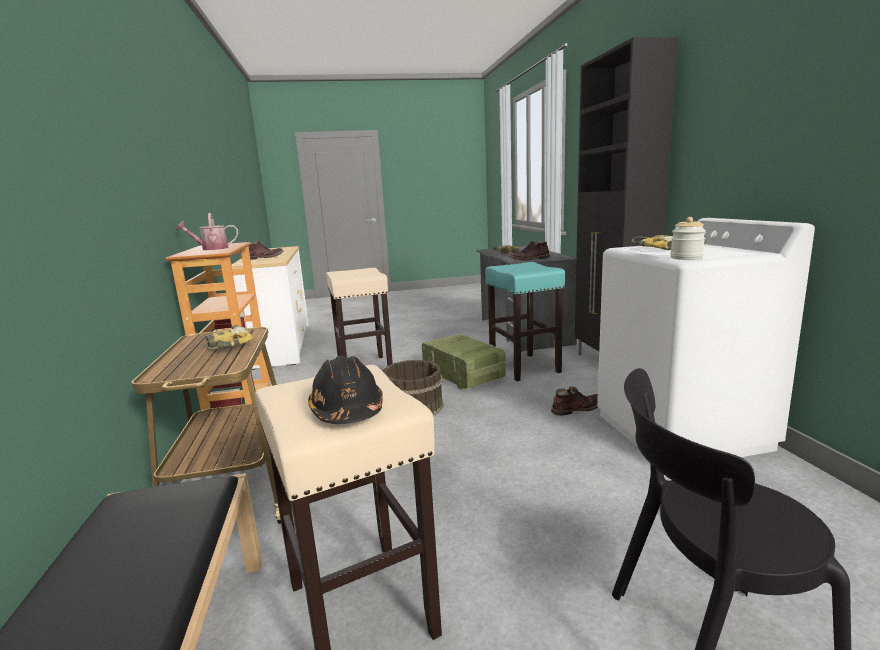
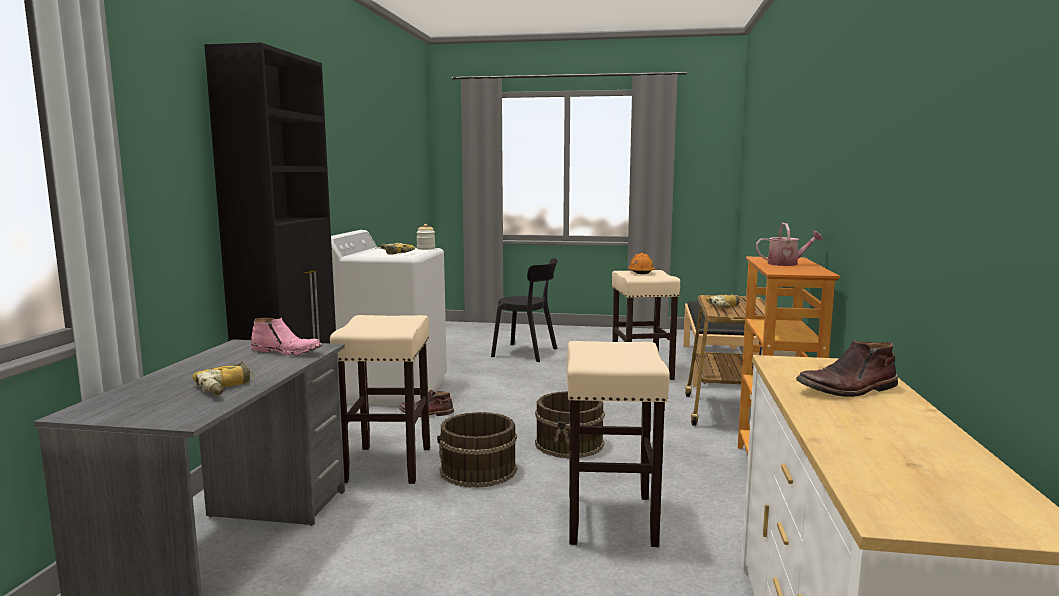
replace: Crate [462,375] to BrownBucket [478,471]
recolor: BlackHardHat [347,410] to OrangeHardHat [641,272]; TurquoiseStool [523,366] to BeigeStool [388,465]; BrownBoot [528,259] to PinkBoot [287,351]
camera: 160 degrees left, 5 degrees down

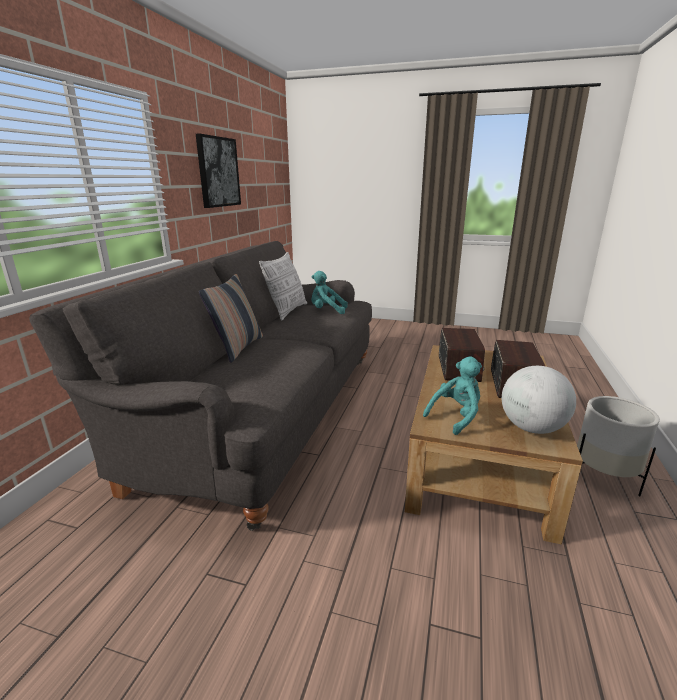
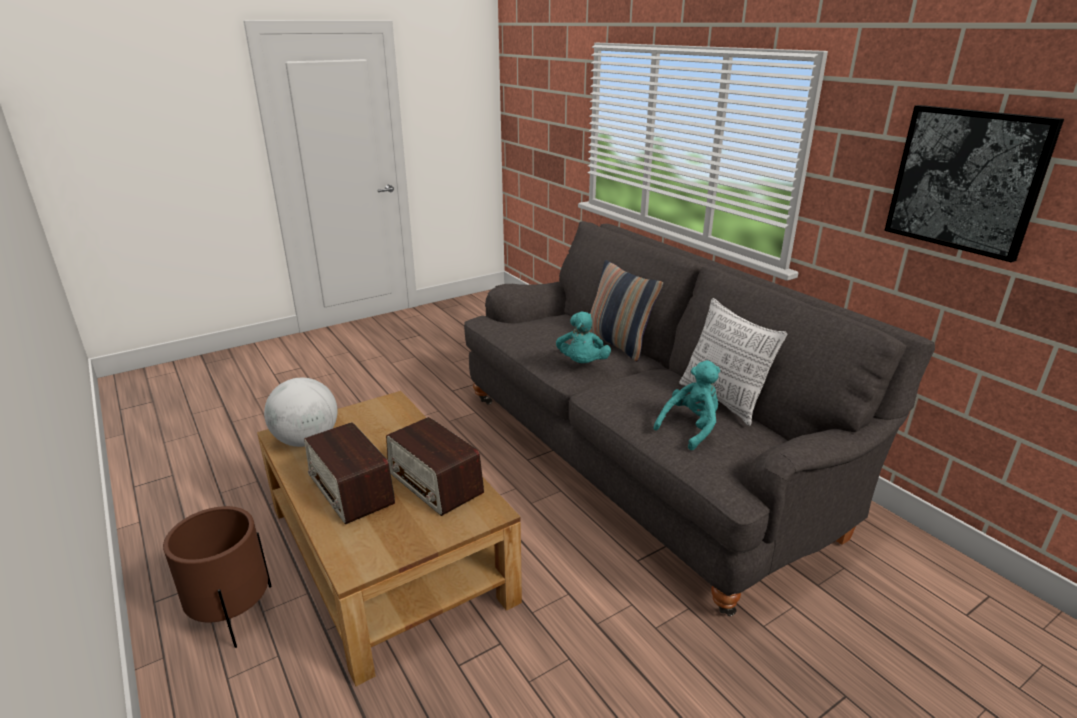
move: TurquoisePlushToy [456,416] to [582,364]
recolor: WhitePlanter [603,477] to BrownPlanter [233,614]
camera: 130 degrees right, 5 degrees up

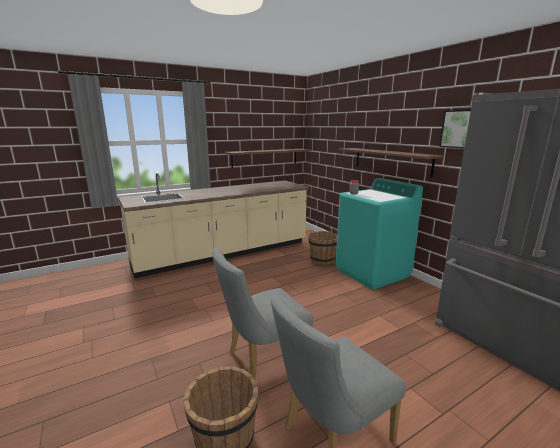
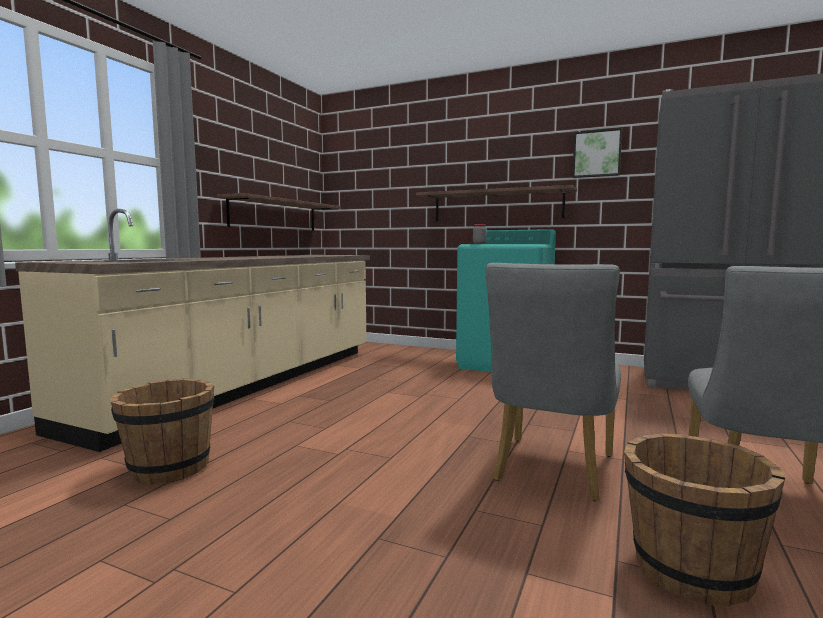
move: BrownBucket [322,260] to [169,468]
camera: 35 degrees left, 10 degrees down

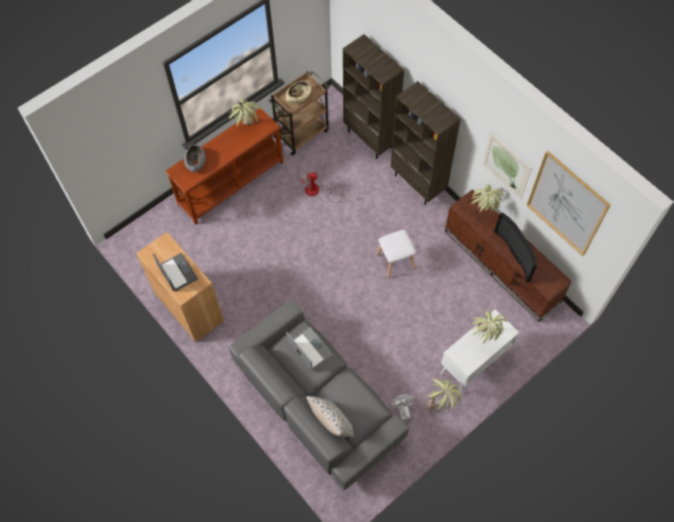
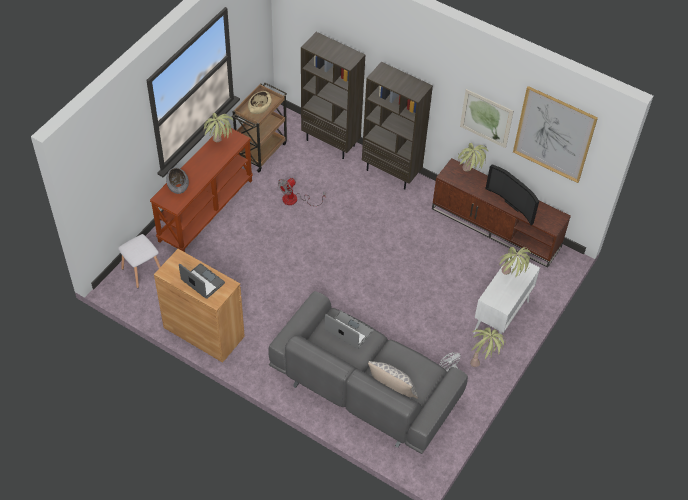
move: WhiteStool [396,262] to [143,271]
camera: 20 degrees left, 10 degrees down

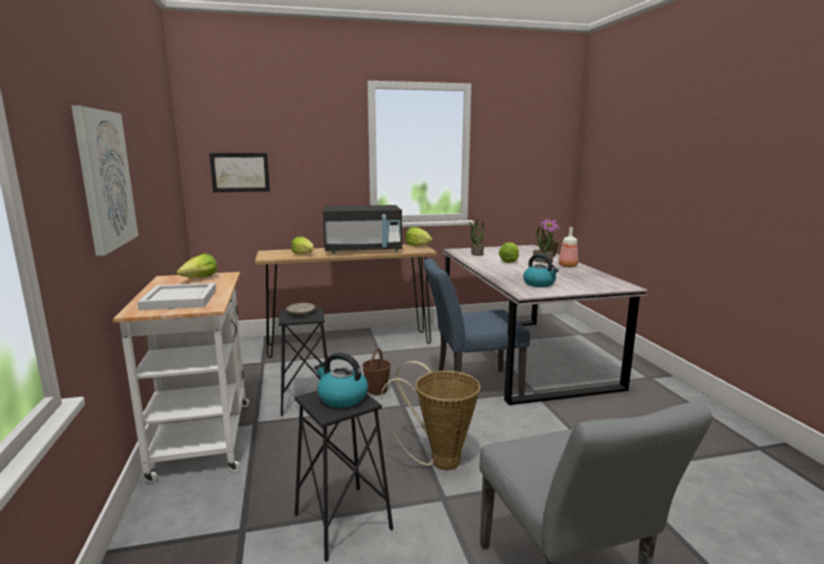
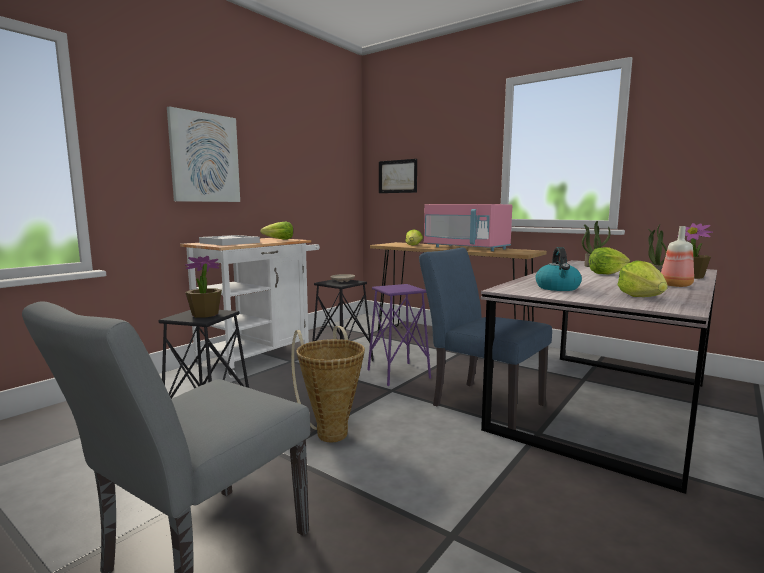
move: Lettuce [418,246] to [641,297]
replace: Kettle [342,398] to PottedPlant [205,314]; BrownBucket [377,390] to PurpleStool [398,374]
recolor: BlackMicrowave [363,250] to PinkMicrowave [466,248]
camera: 50 degrees right, 5 degrees down

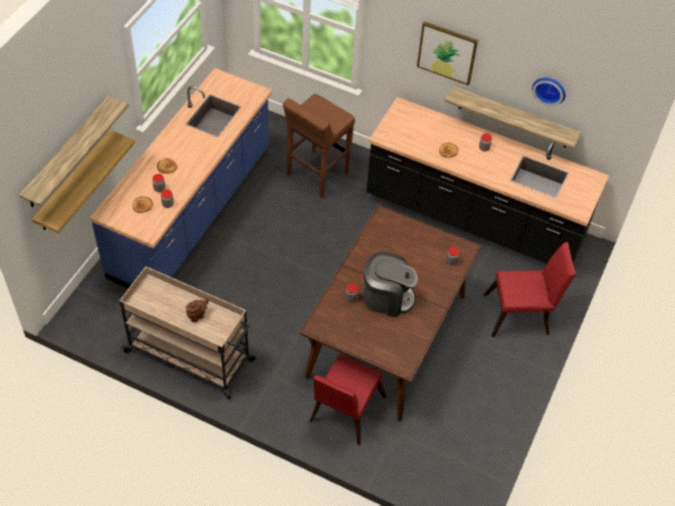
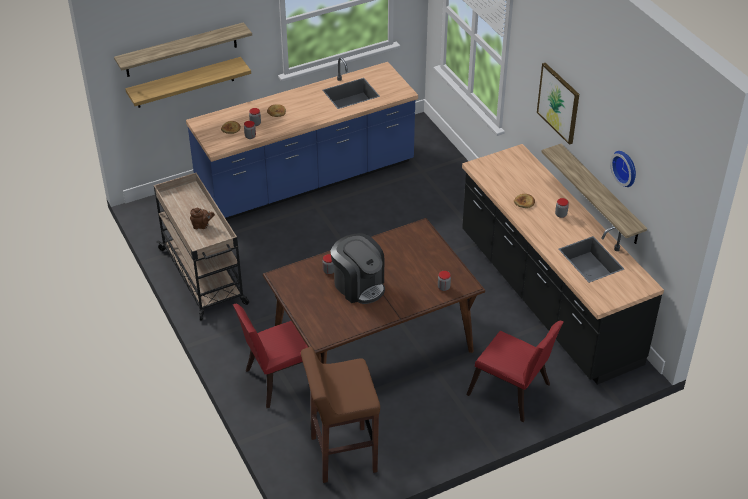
move: BrownStool [316,175] to [342,454]
camera: 40 degrees right, 10 degrees down

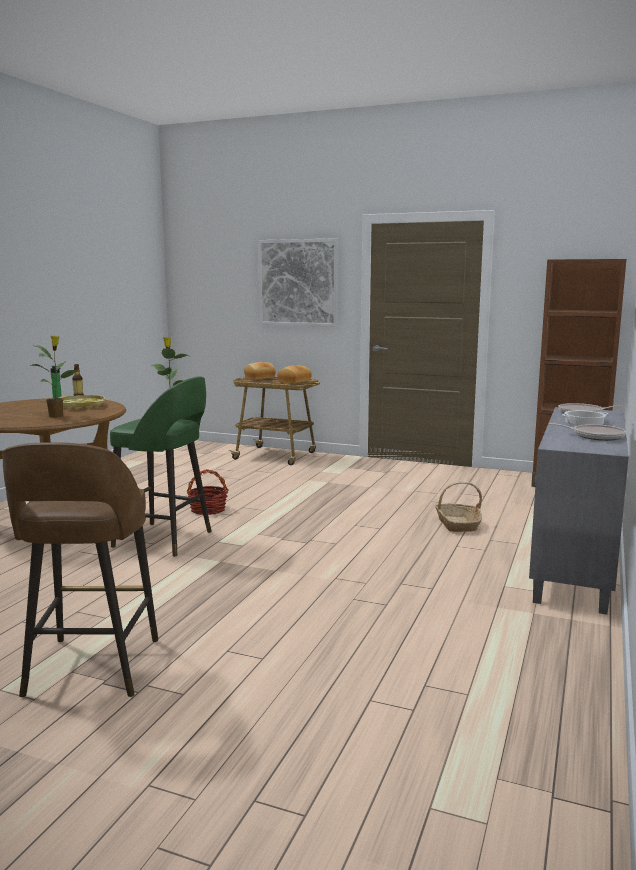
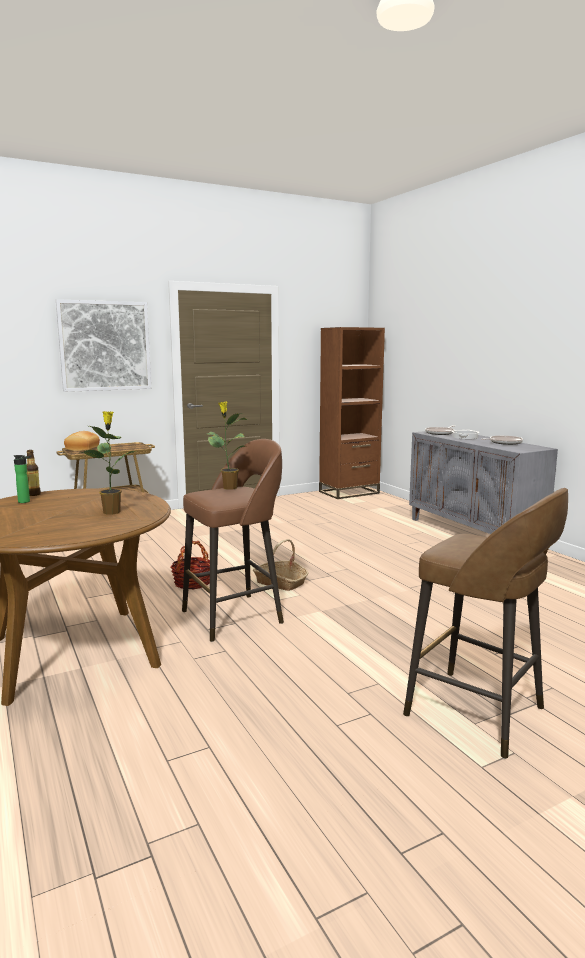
delete: YellowTray [81,406]; Bread [294,381]
move: Basket [457,524] to [280,582]
recolor: GreenStool [165,540] to BrownStool [235,616]
camera: 50 degrees left, 0 degrees up

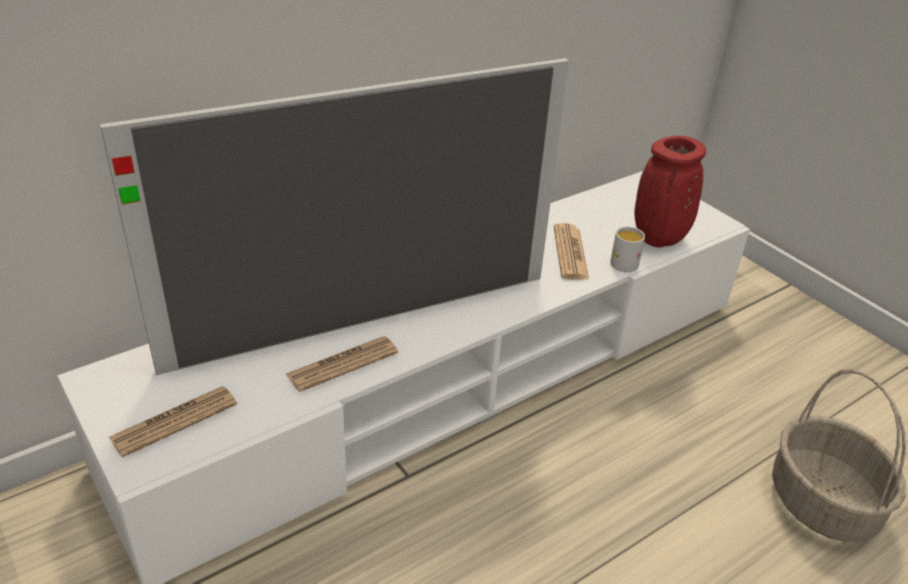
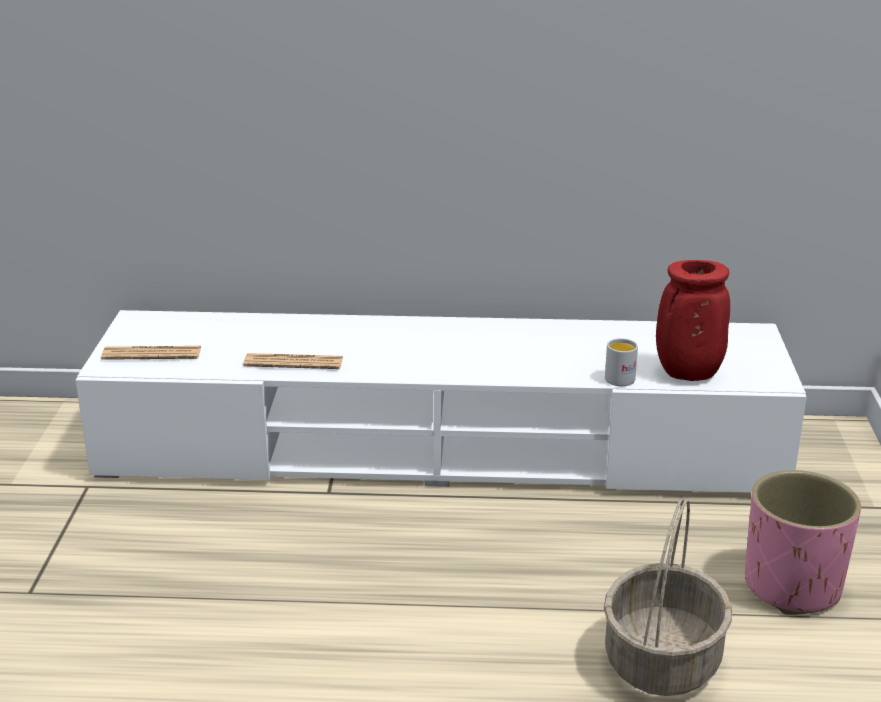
delete: Television [364,321]; Newspaper [570,253]
insert: PinkPlanter [791,587]
camera: 40 degrees right, 10 degrees down

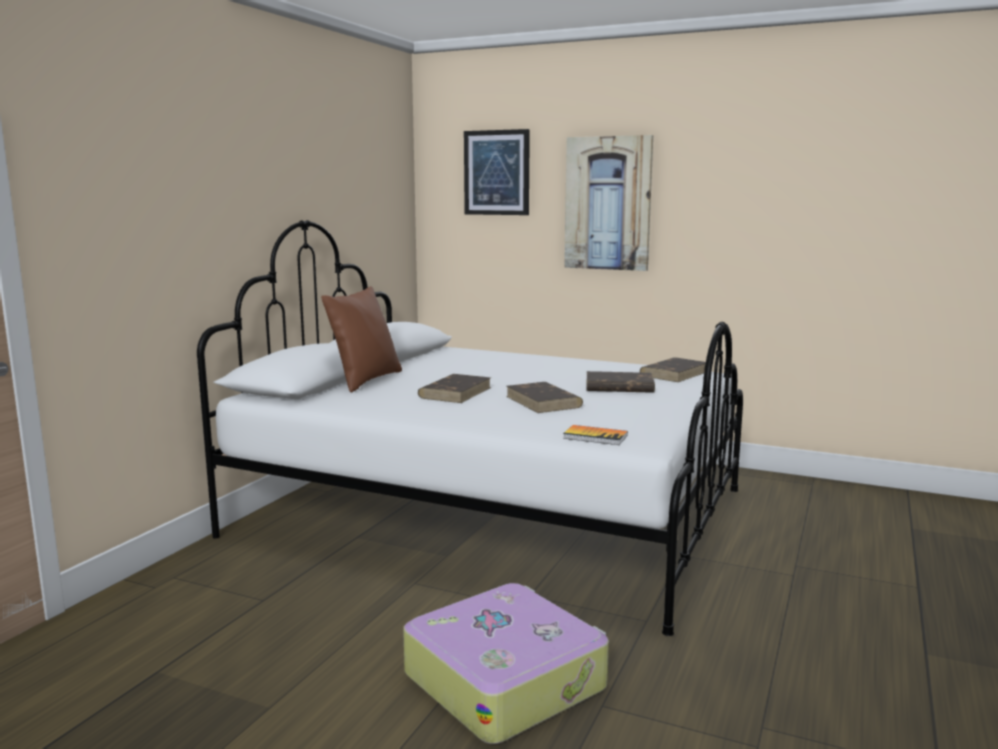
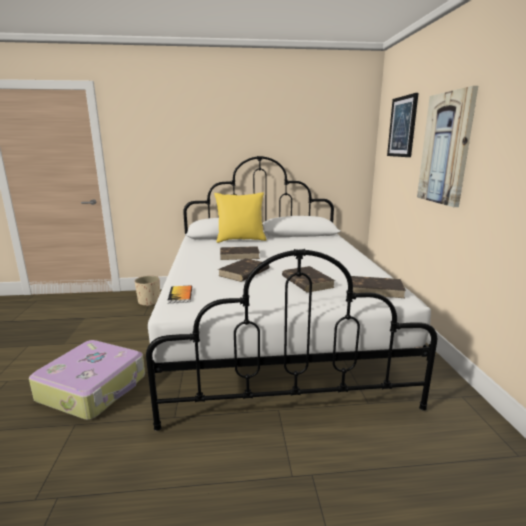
insert: BeigePlanter [149,302]
recolor: BrownPillow [365,380] to YellowPillow [241,240]
camera: 60 degrees right, 5 degrees up

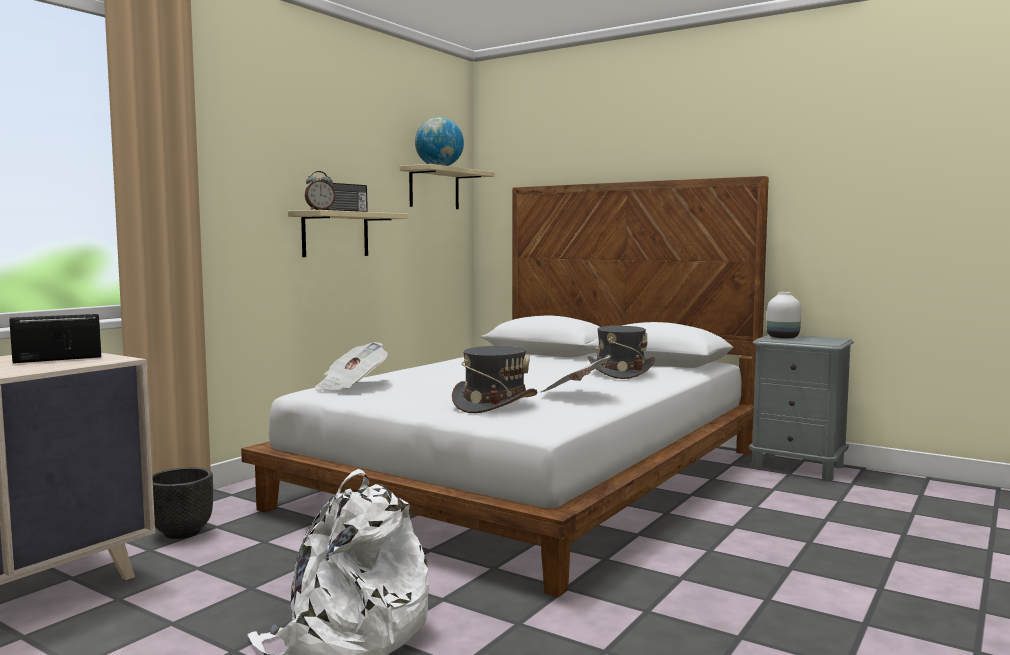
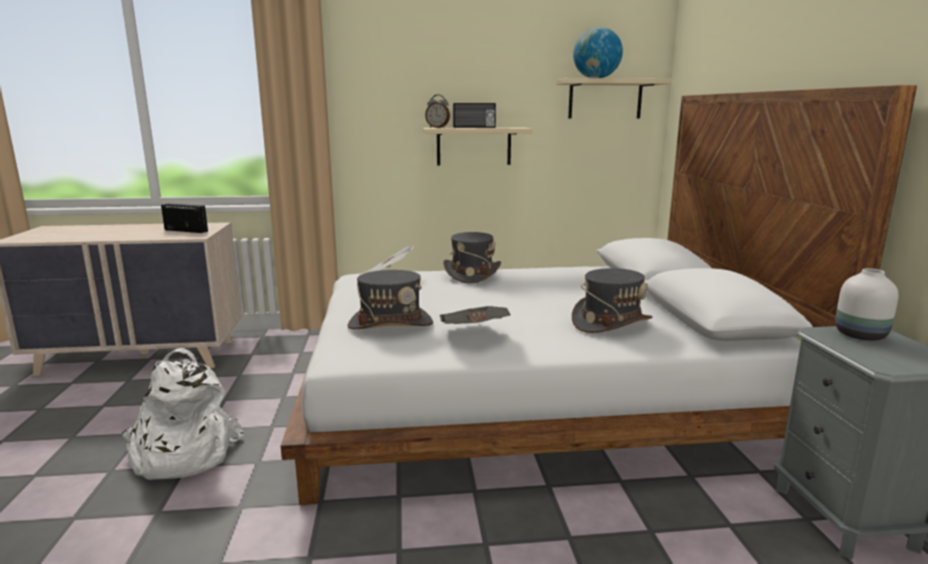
delete: BlackPlanter [182,532]
insert: GreyHat [471,274]
camera: 50 degrees right, 10 degrees up

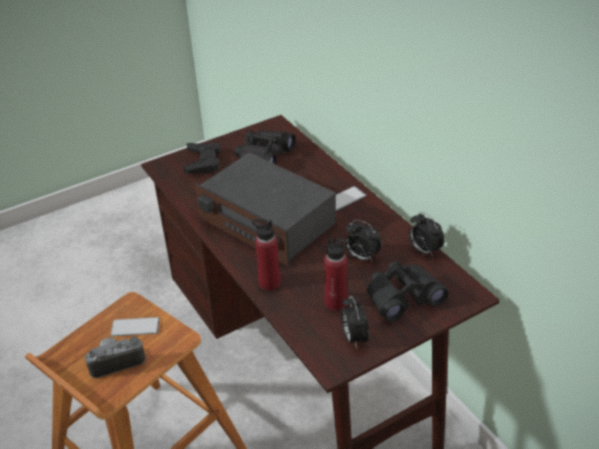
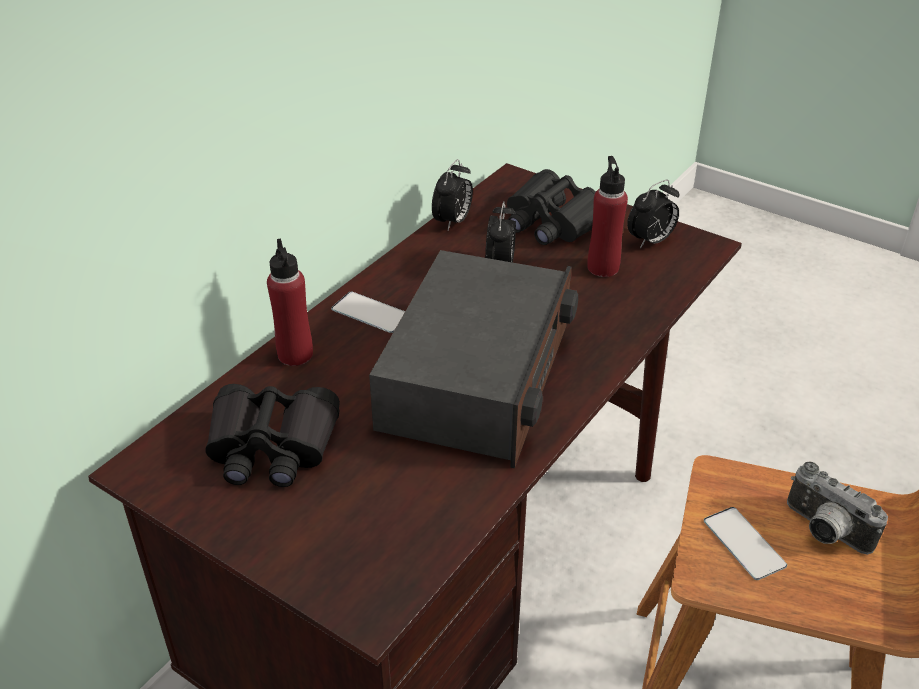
delete: BlackGameController [203,162]
move: RedBottle [269,282] to [295,354]
camera: 115 degrees left, 0 degrees up

